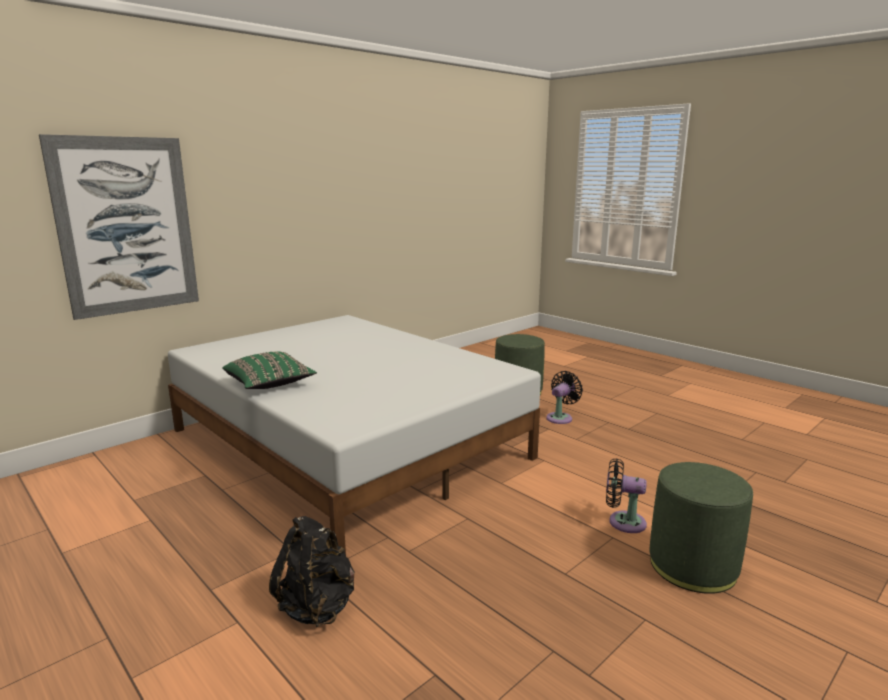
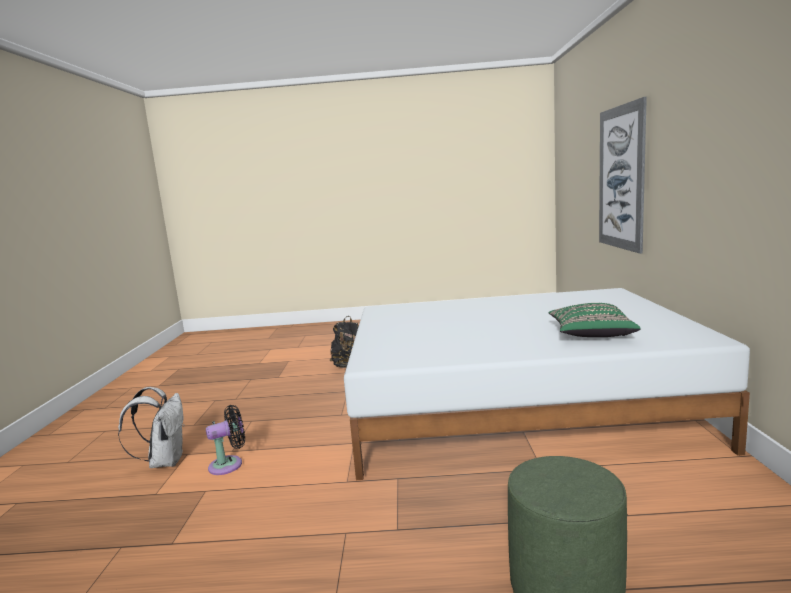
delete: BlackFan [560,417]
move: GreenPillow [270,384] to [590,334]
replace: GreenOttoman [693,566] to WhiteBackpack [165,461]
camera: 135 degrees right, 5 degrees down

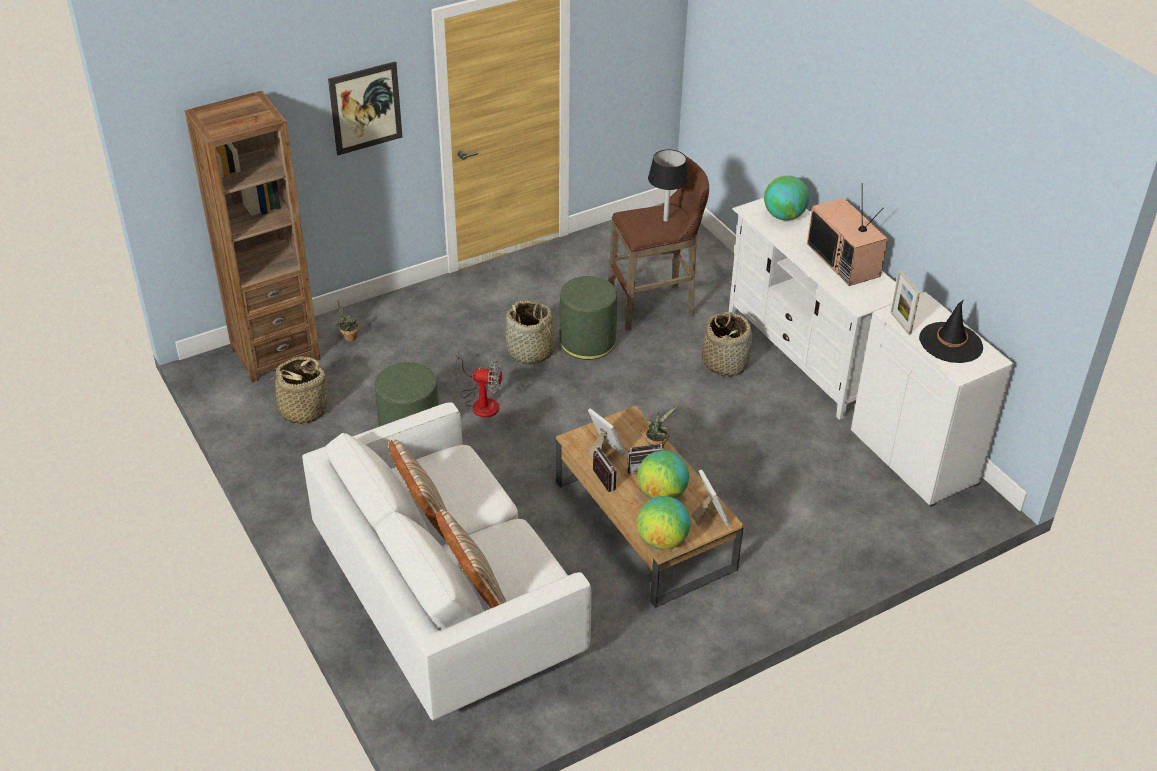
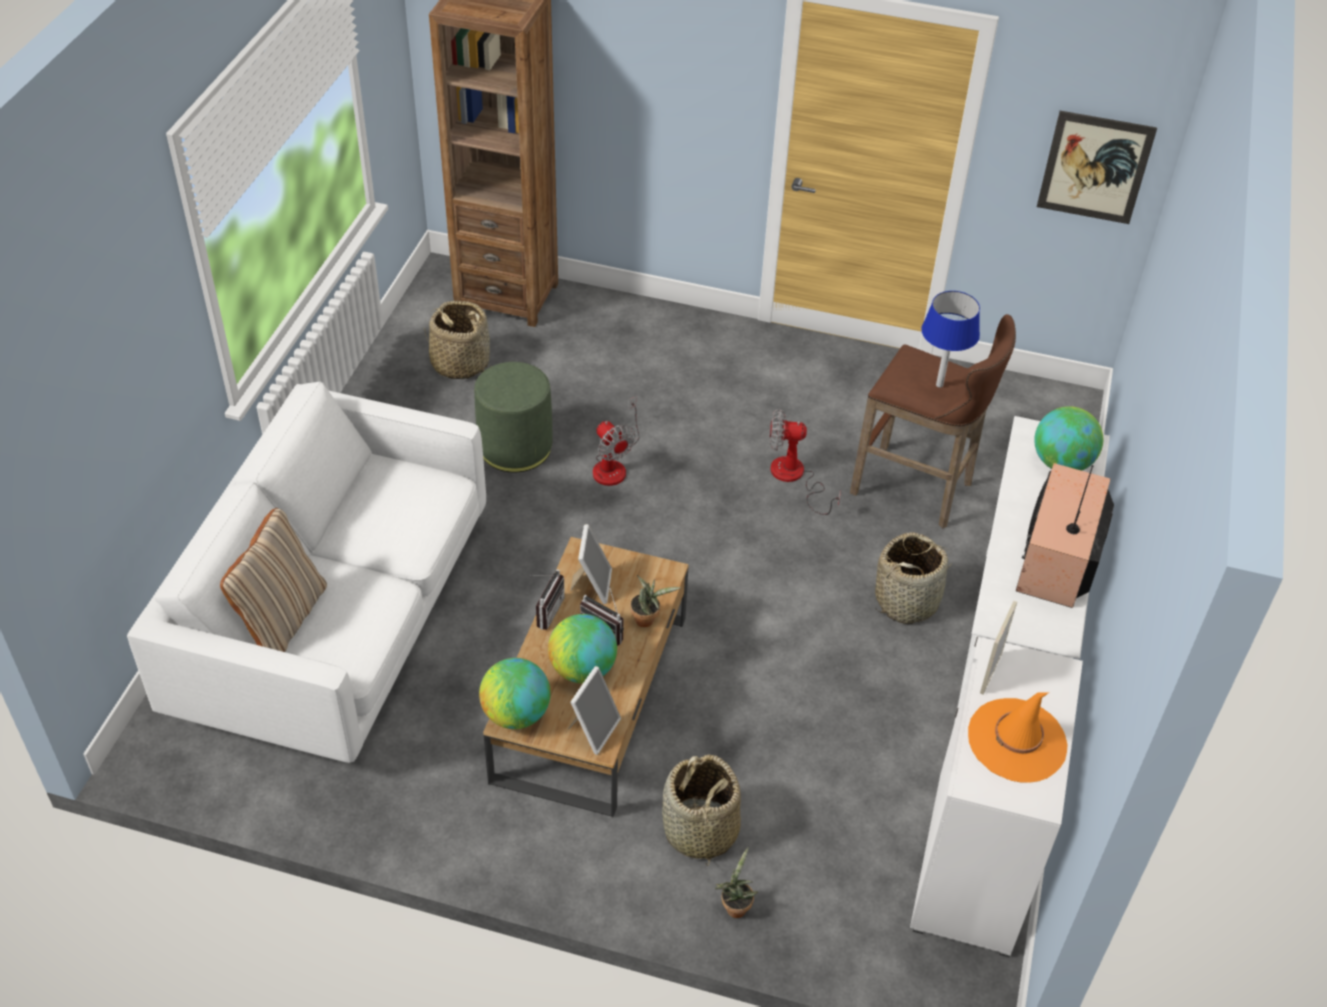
delete: BeigePillow [425,518]
move: Picture [366,108] to [1095,167]; PottedPlant [349,337] to [735,906]; Basket [531,352] to [700,831]
replace: GreenOttoman [587,342] to Fan [794,478]
recolor: BlackTableLamp [665,220] to BlueTableLamp [939,385]; BlackHat [951,343] to OrangeHat [1017,741]
camera: 45 degrees right, 5 degrees up

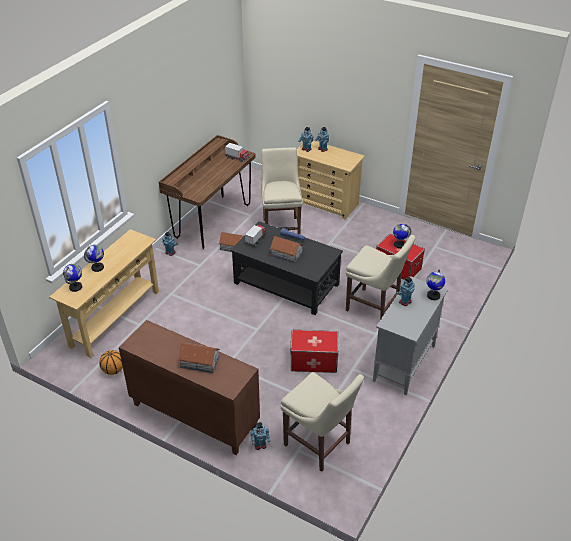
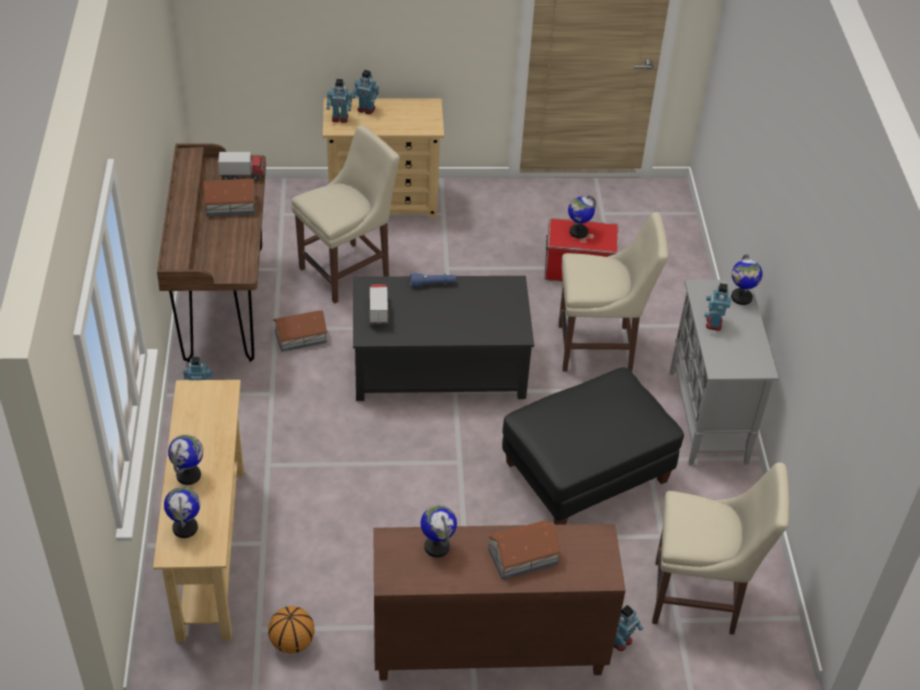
insert: Globe [437,546]
move: ToyHouse [286,253] to [230,204]
replace: StorageBox [314,361] to BlackOttoman [585,473]
rotate: BeigeChair [281,227] = [348,271] 90 degrees clockwise
camera: 35 degrees left, 5 degrees up

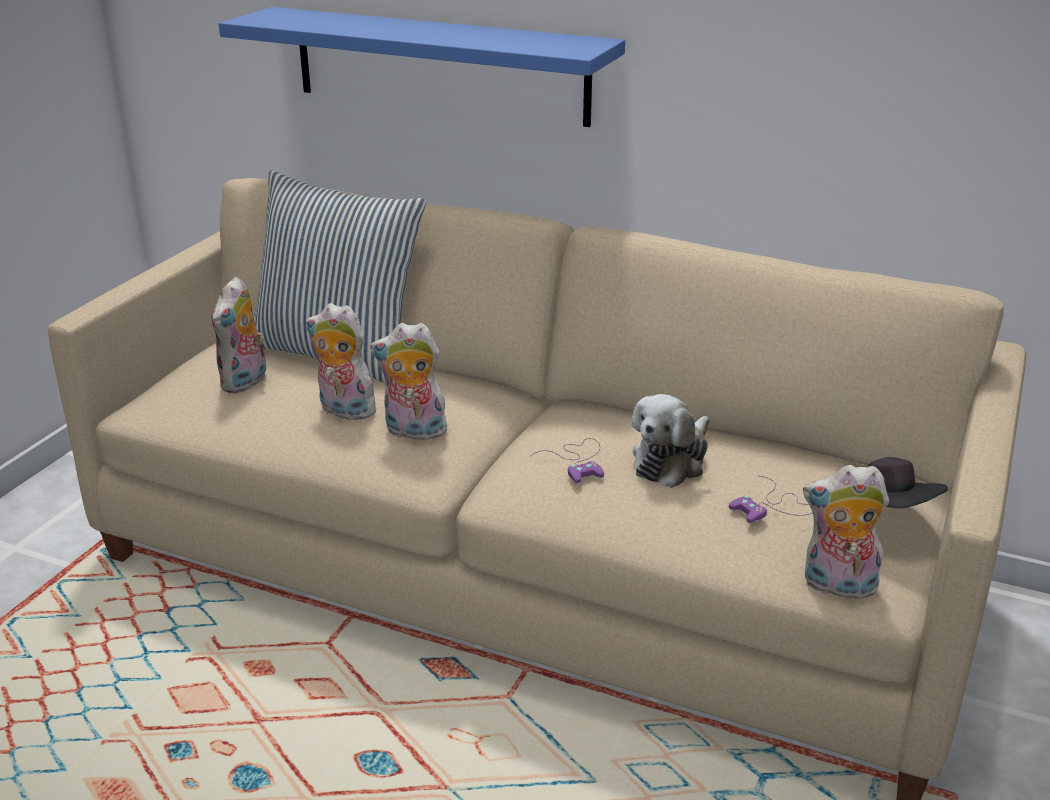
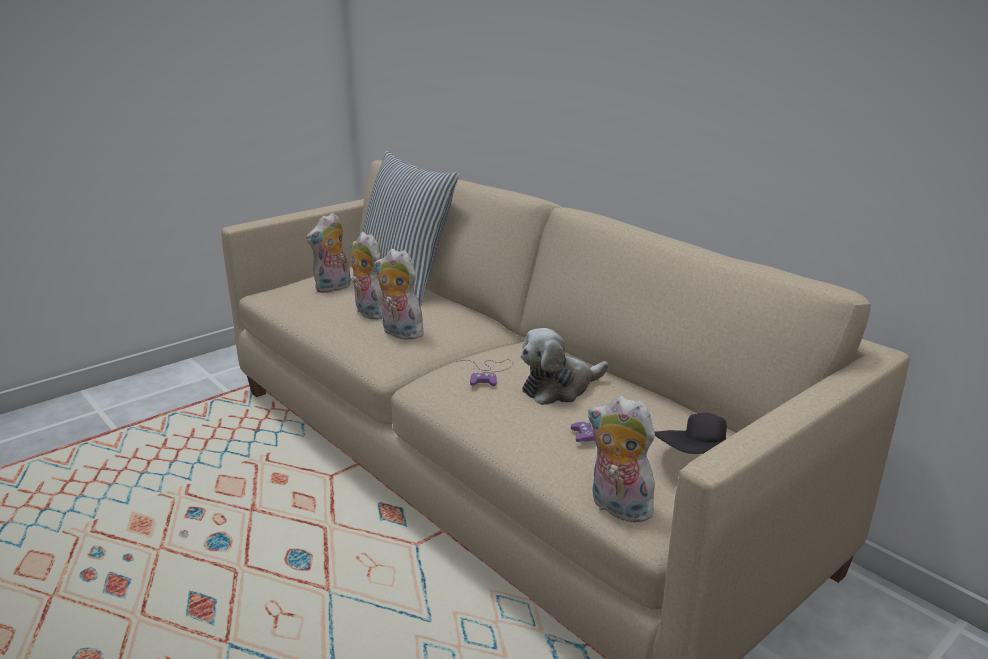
delete: BlueShelf [439,65]
camera: 25 degrees right, 5 degrees down

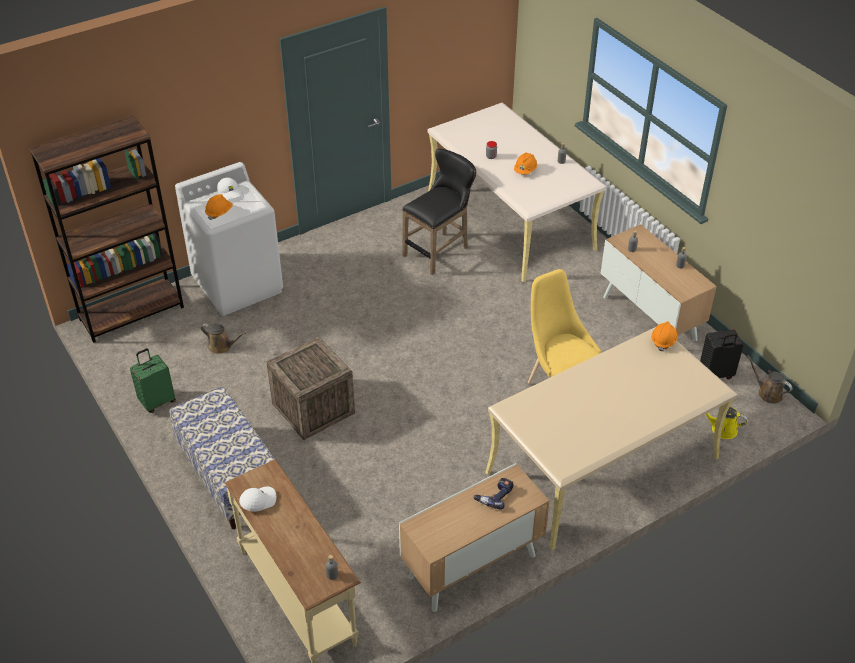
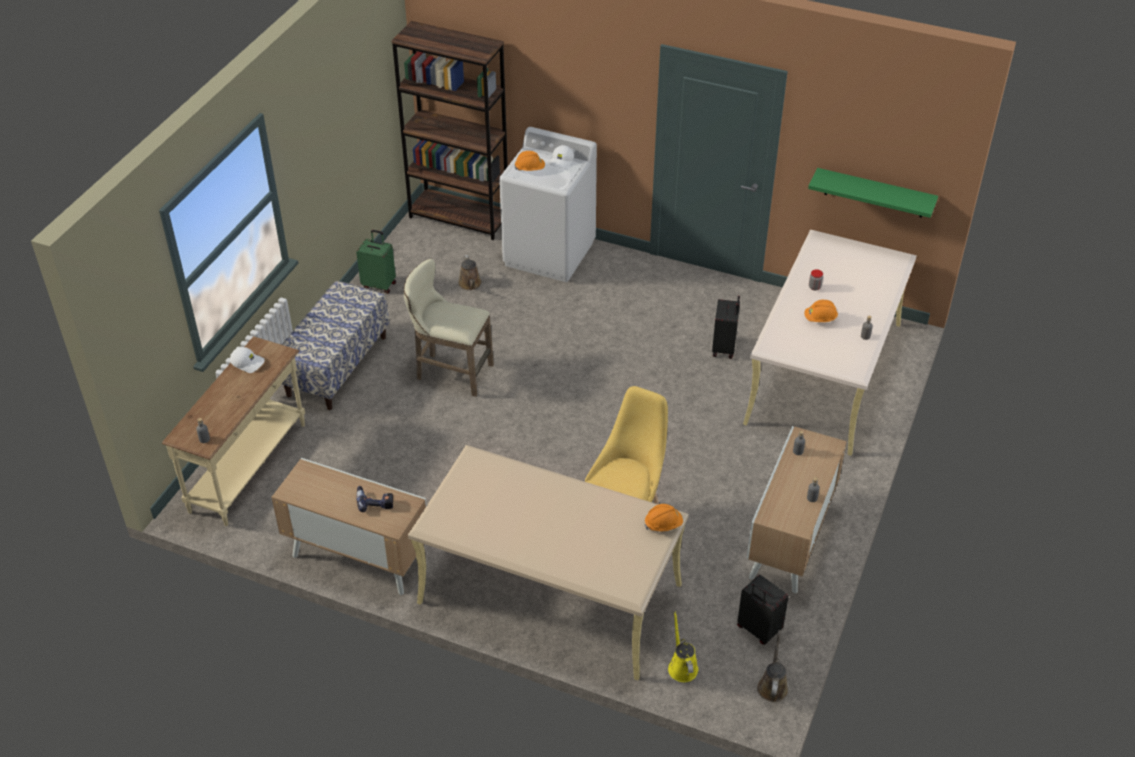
insert: GreenShelf [874,193]
replace: Crate [313,408] to BeigeStool [450,372]; BlackStool [439,251] to BlackSuitcase [724,348]
camera: 55 degrees right, 0 degrees up

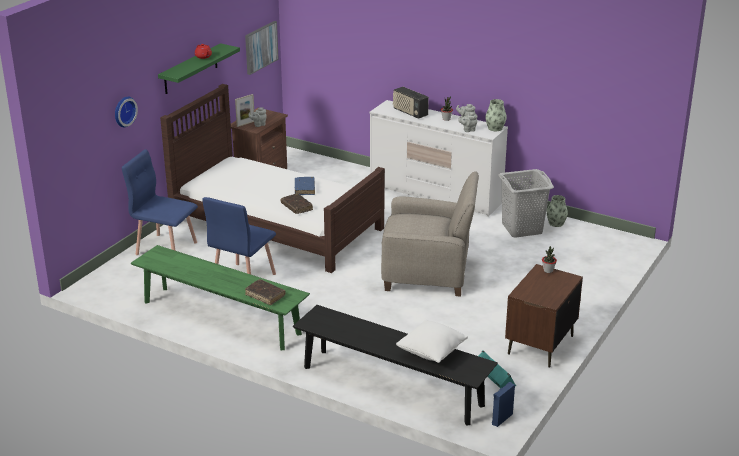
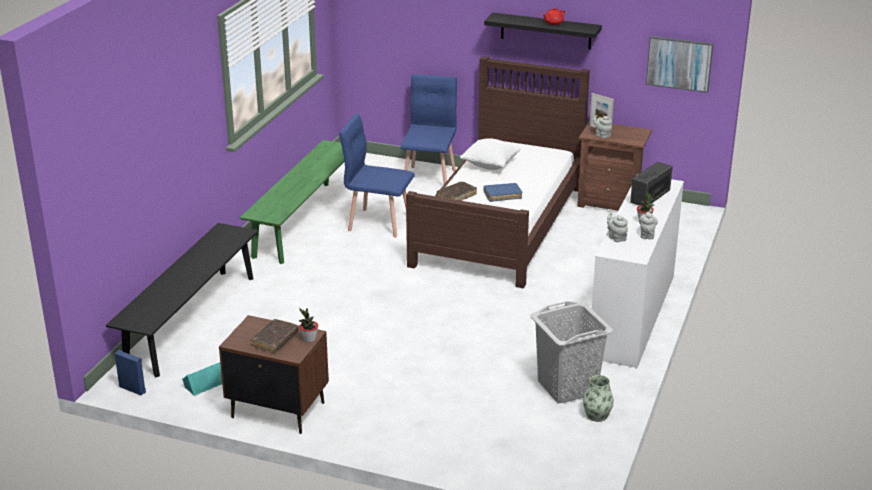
delete: WallClock [123,111]; BeigeArmchair [428,273]; Vase [495,128]
move: BrownBook [265,295] to [275,340]; WhitePillow [431,353] to [490,165]
recolor: GreenShelf [190,69] to BlackShelf [546,31]
camera: 80 degrees right, 0 degrees up

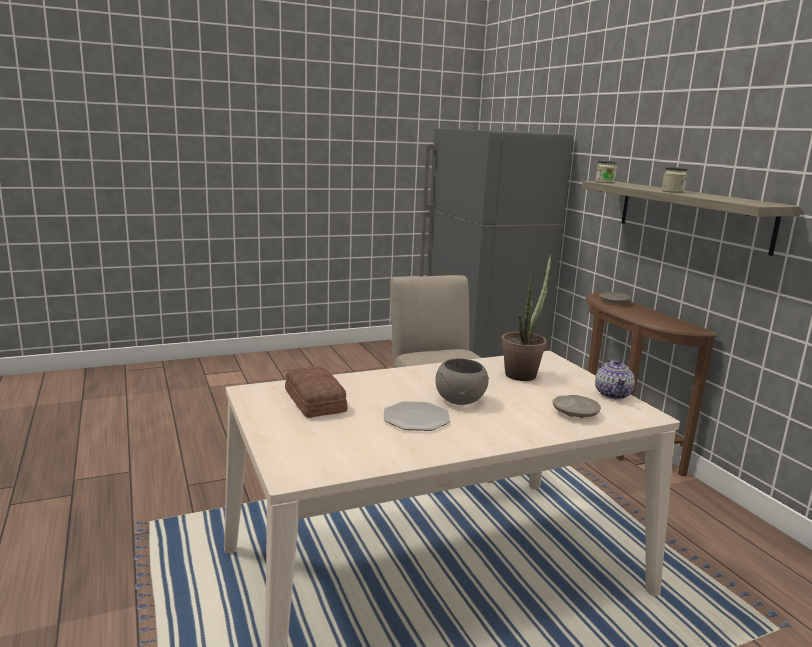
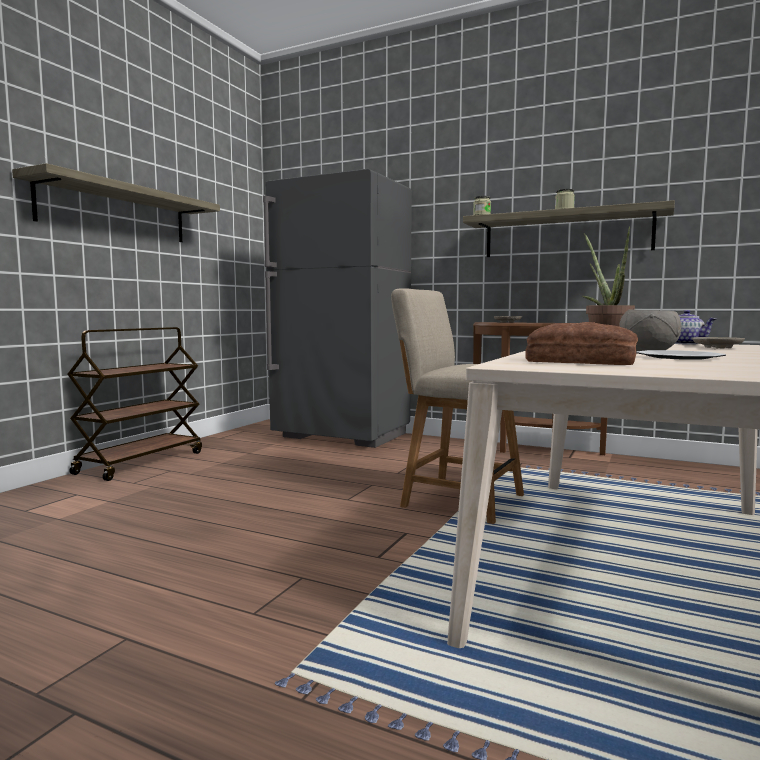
insert: Shelf [116,212]; BrownCart [141,462]
camera: 40 degrees left, 10 degrees down

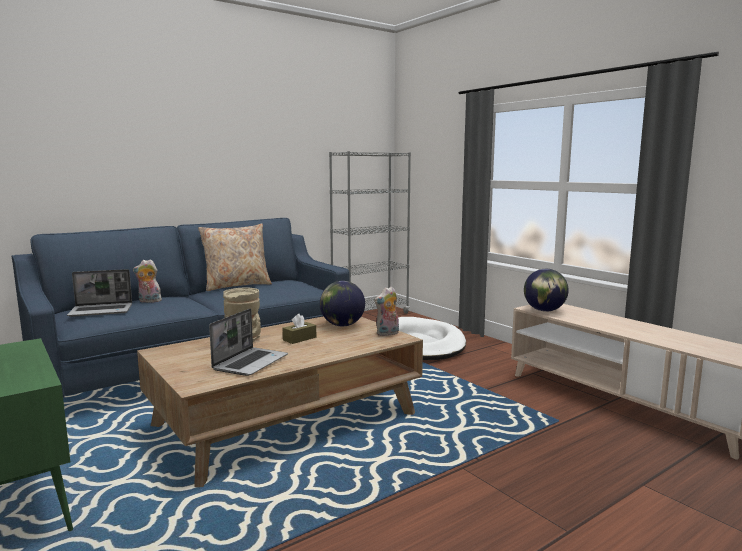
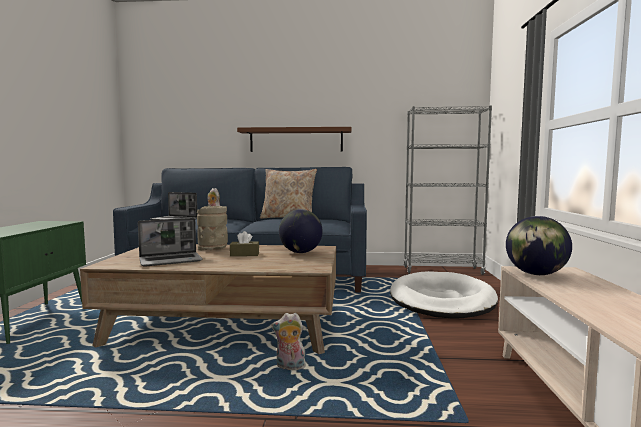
insert: BrownShelf [296,140]
move: PlushToy [387,334] to [289,367]
camera: 40 degrees right, 5 degrees down

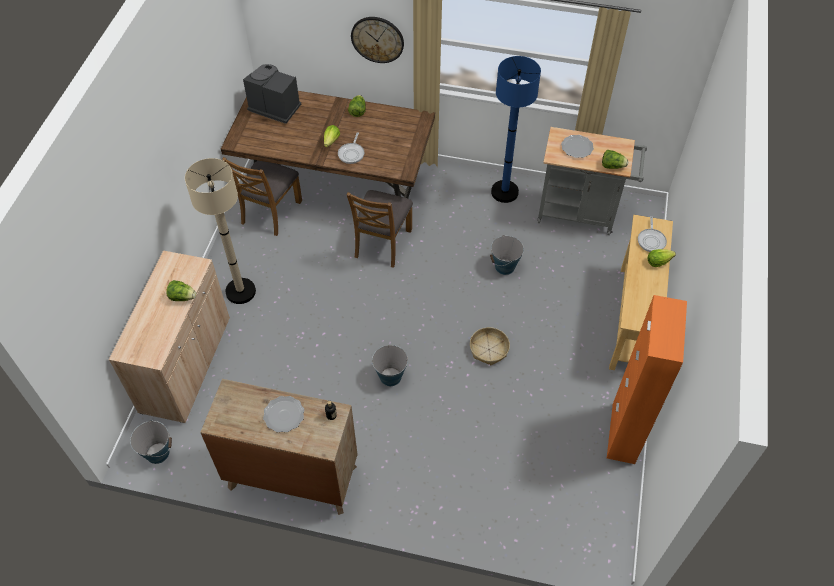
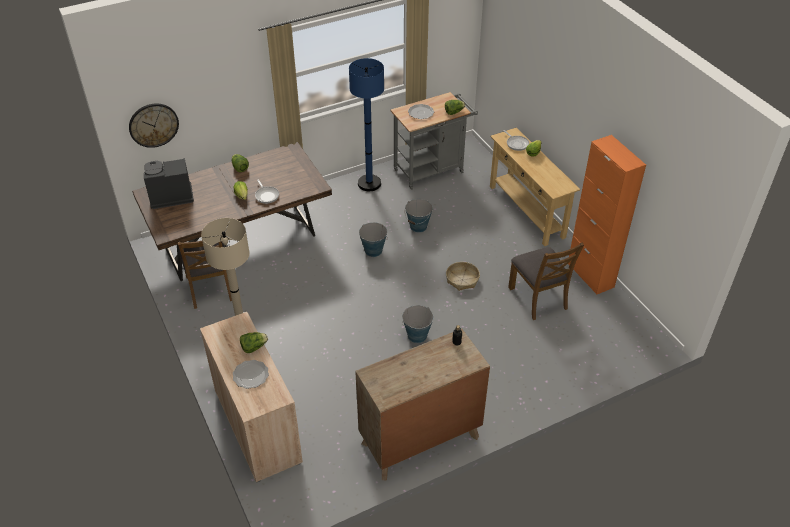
move: Bucket [157,453] to [373,250]; Plate [283,415] to [250,375]; BrownChair [382,243] to [538,298]; WallClock [377,39] to [153,125]
camera: 40 degrees left, 10 degrees down

